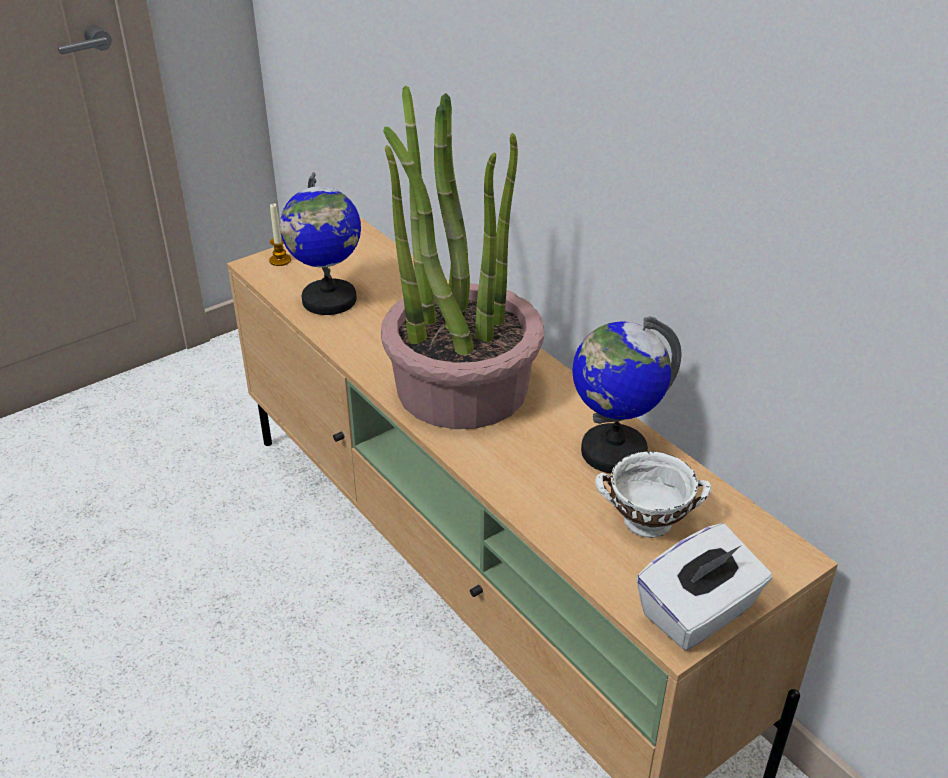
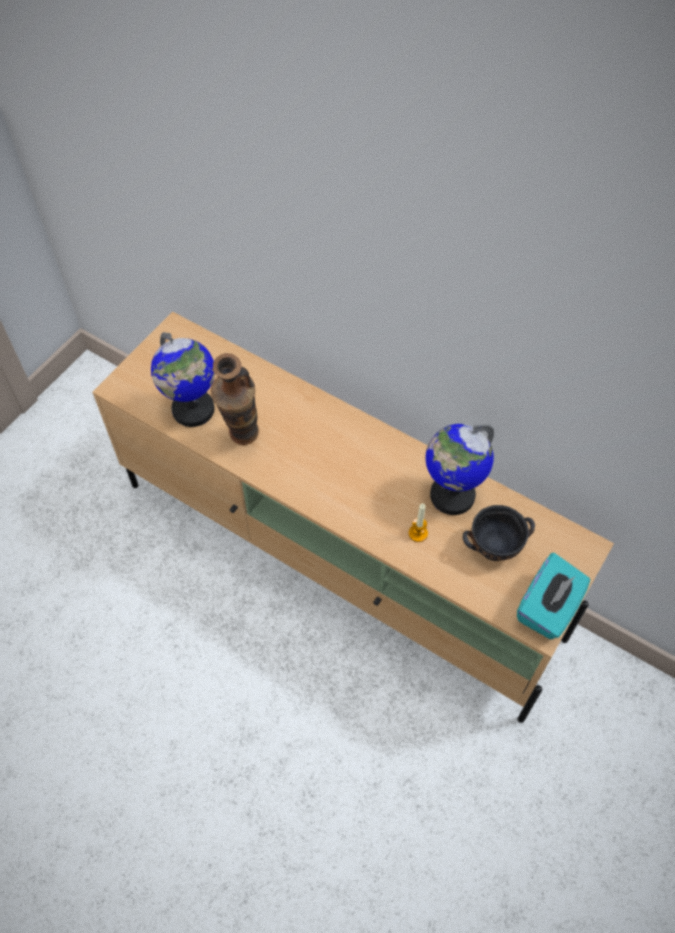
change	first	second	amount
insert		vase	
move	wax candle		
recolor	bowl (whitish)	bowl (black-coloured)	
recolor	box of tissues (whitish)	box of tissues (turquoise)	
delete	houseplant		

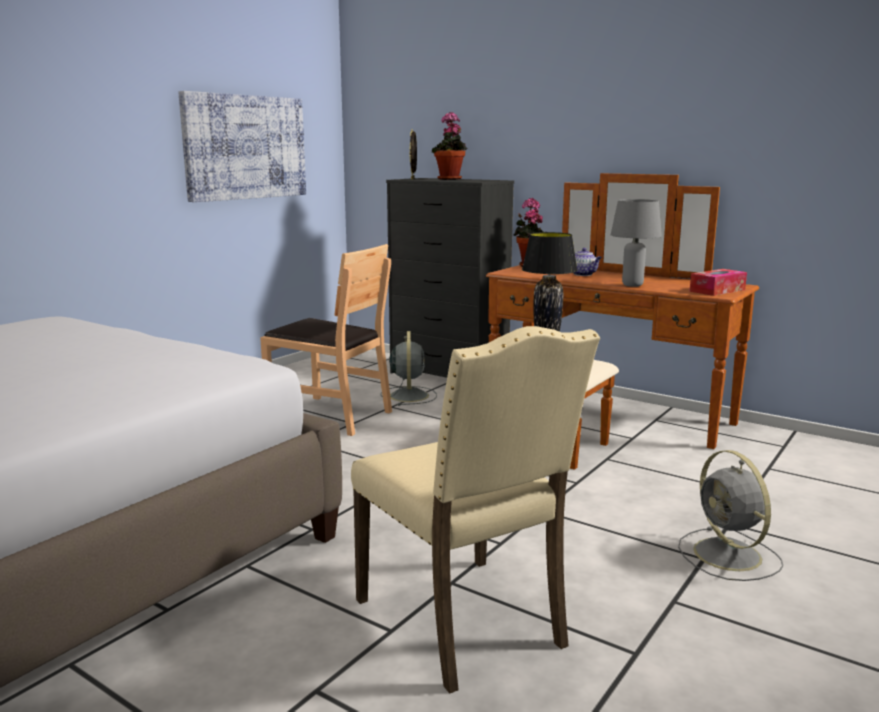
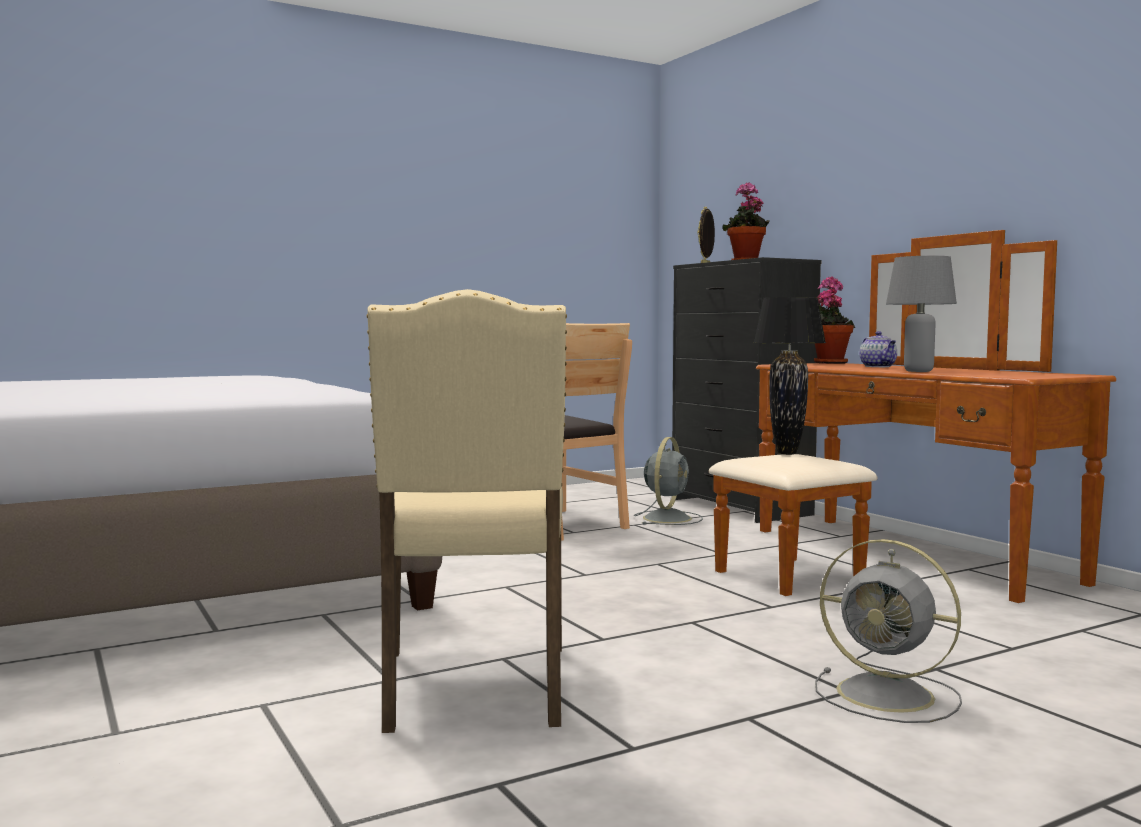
change	first	second	amount
rotate	fan (gray) (2nd from left)		60 degrees counterclockwise
delete	picture		
delete	box of tissues		

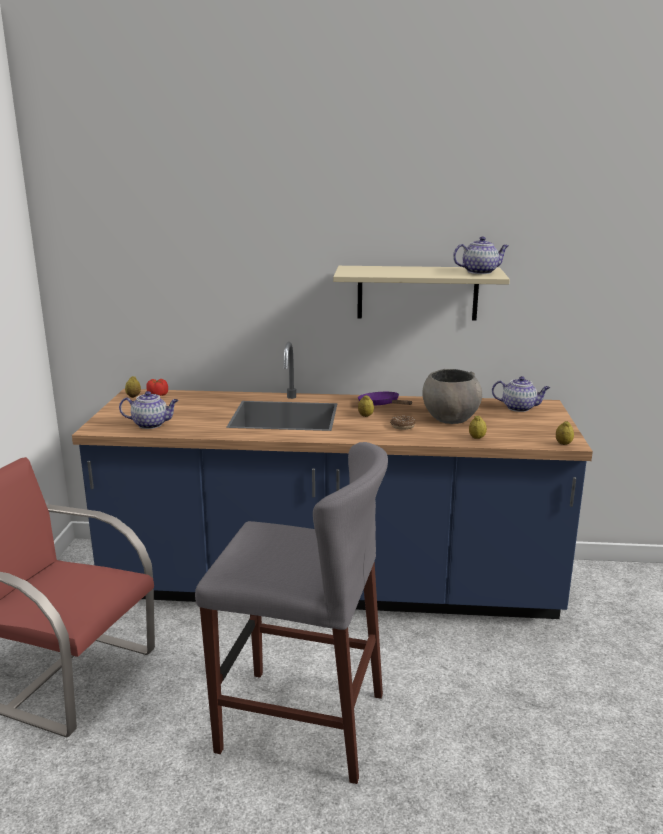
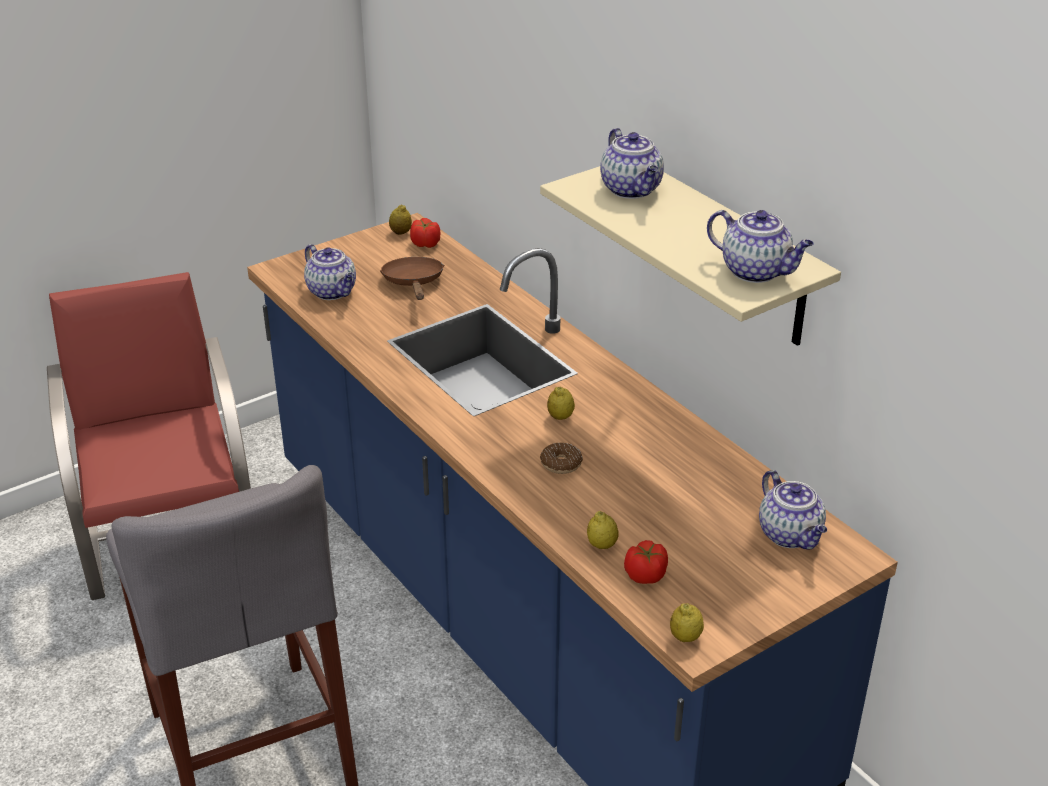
change	first	second	amount
insert		frying pan (brownish)	
insert		pot for tea (2nd from left)	
insert		whole tomato (2nd from left)	
delete	frying pan (purplish)		
delete	bowl (gray)		

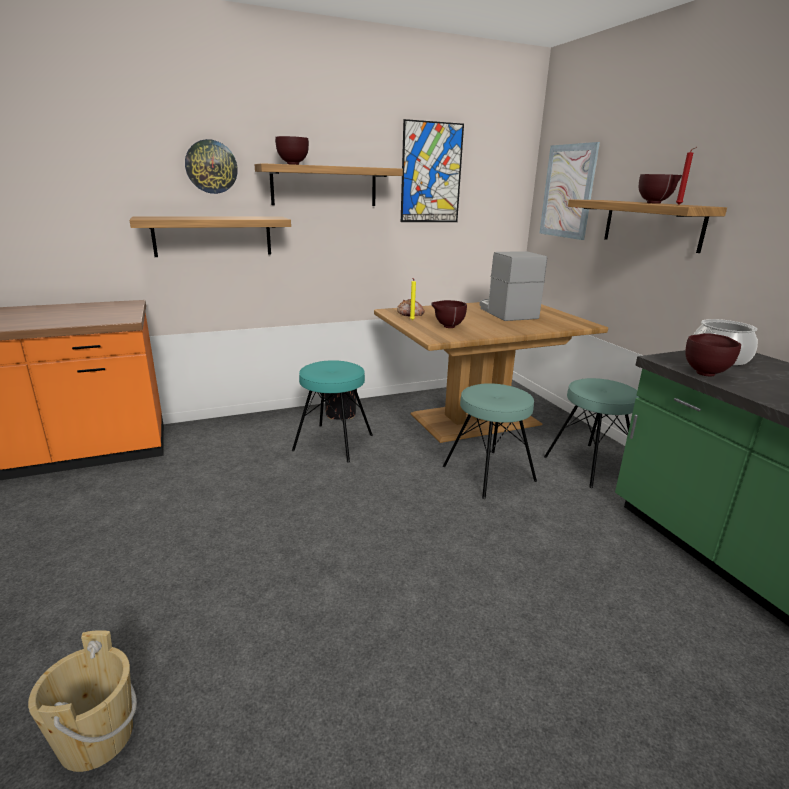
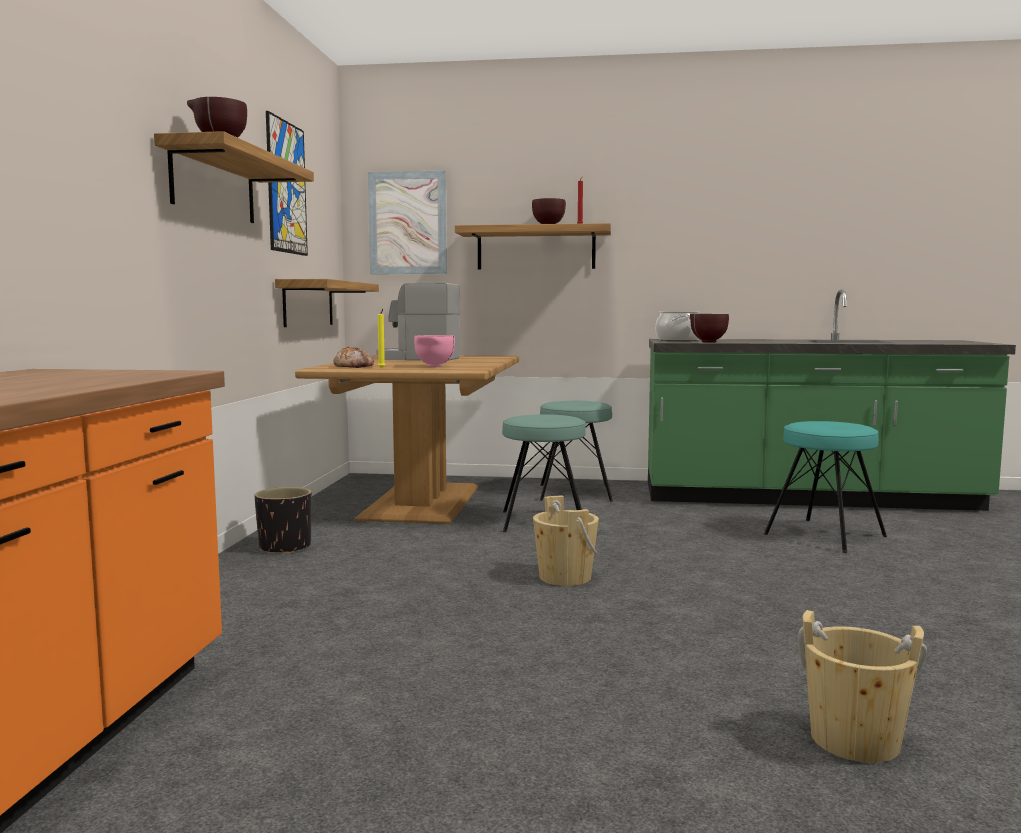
change	first	second	amount
move	wall shelf (1st from left in the first image)	wall shelf (2nd from left)	
recolor	bowl (brownish) (2nd from left)	bowl (pinkish)	
insert		water bucket (beige) (1st from left)	
move	stool seat (turquoise) (1st from left in the first image)	stool seat (turquoise) (3rd from left)	
delete	hanging clock		

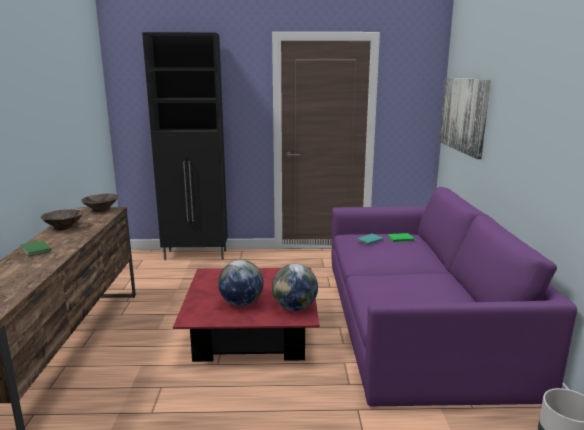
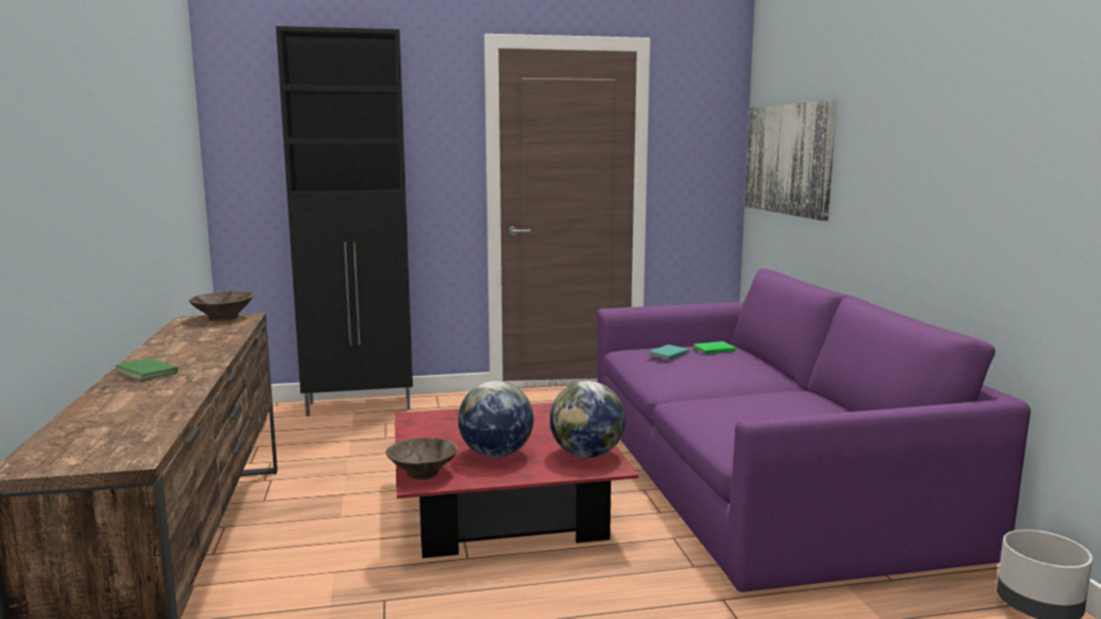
change	first	second	amount
move	bowl (brownish) (1st from left in the first image)	bowl (brownish) (2nd from left)	

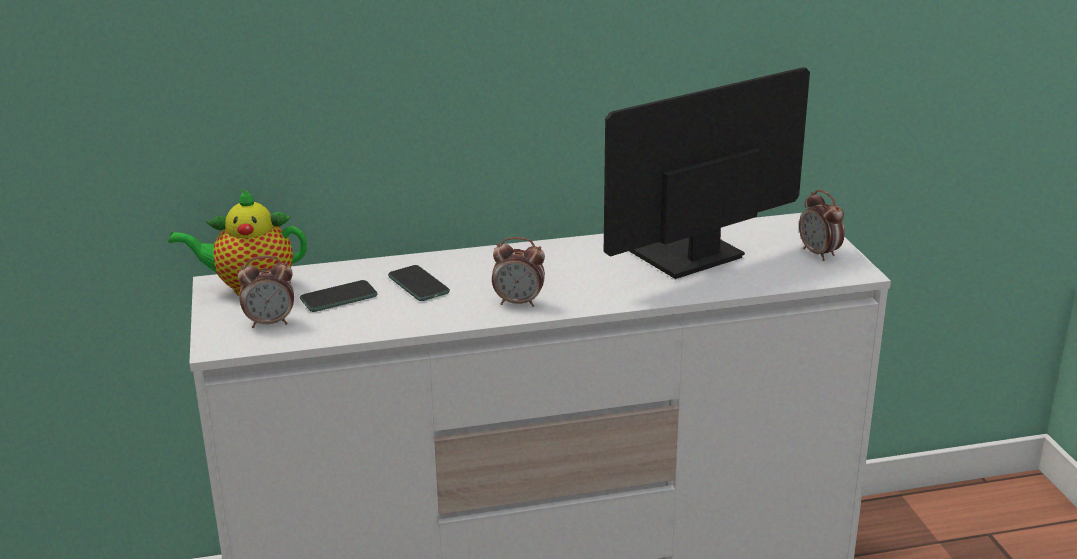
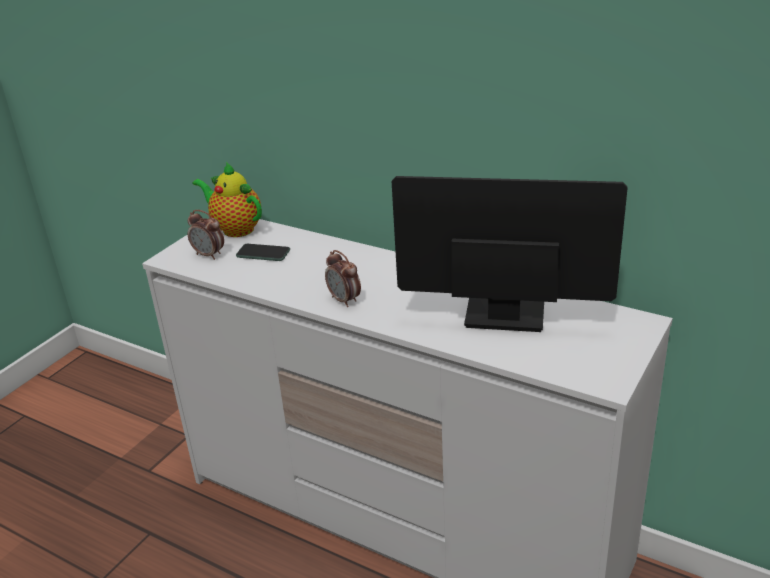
change	first	second	amount
delete	handset (2nd from left)		
delete	alarm clock (3rd from left)		

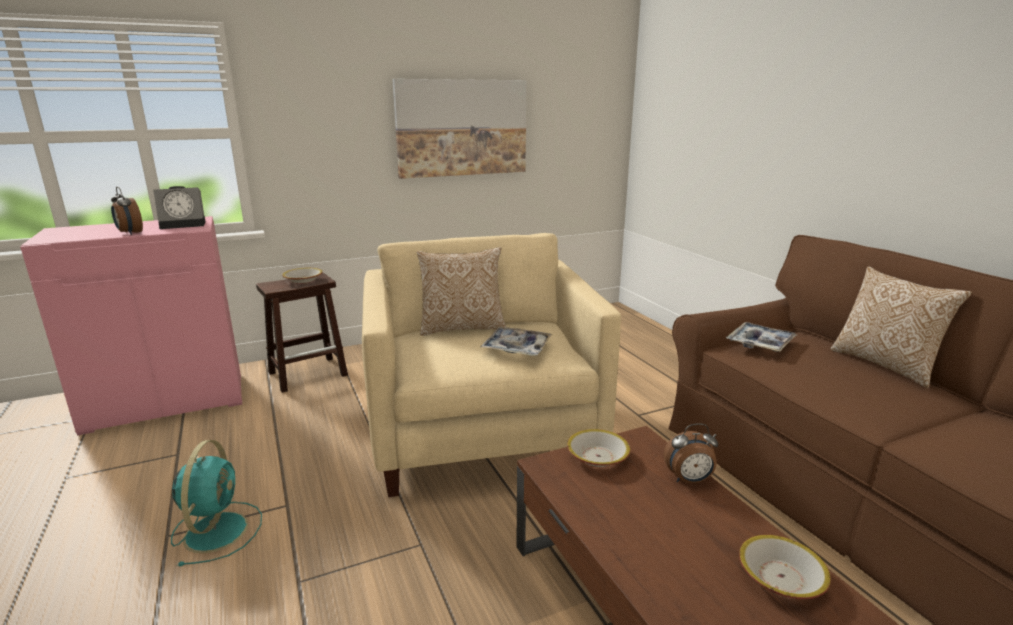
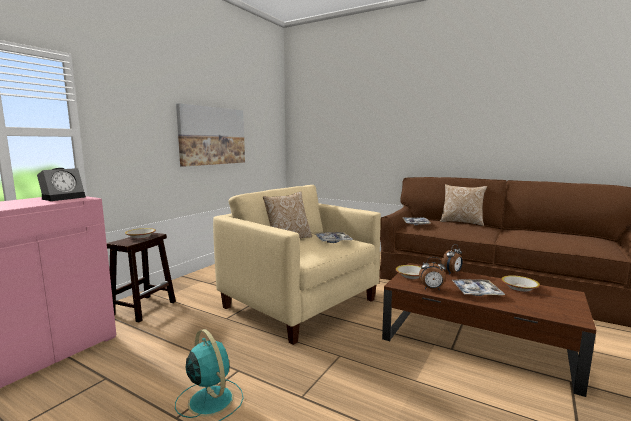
change	first	second	amount
move	alarm clock (1st from left in the first image)	alarm clock (2nd from left)	
insert		tray (3rd from left)	

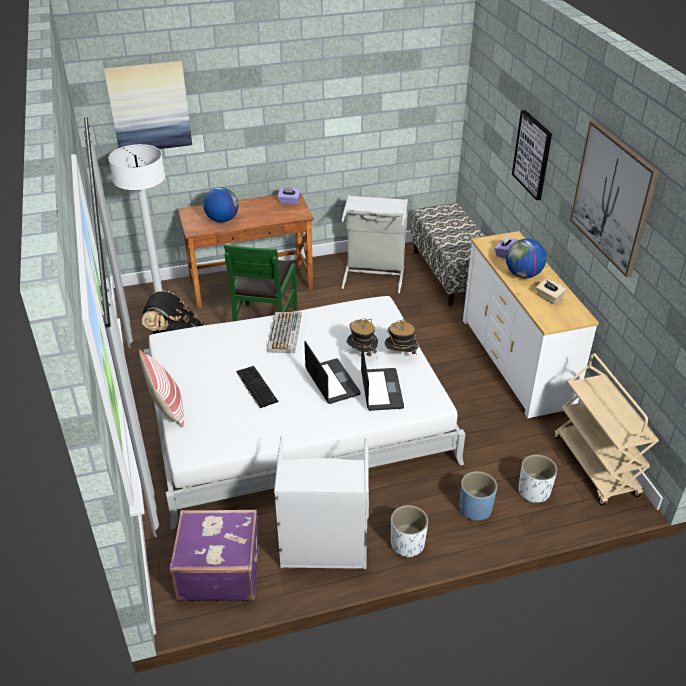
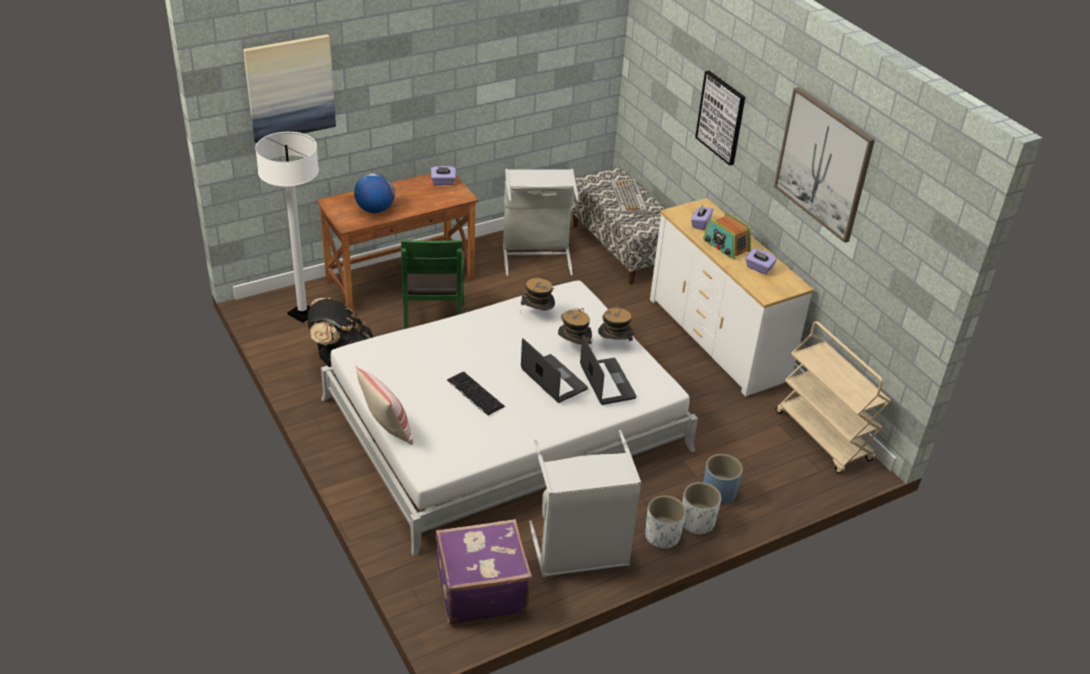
change	first	second	amount
insert		clothing hat (1st from left)	
move	keyboard (2nd from left)		
move	plant pot (whitish) (2nd from left)		
replace	desk globe (2nd from left)	radio receiver	
recolor	box of tissues (beige)	box of tissues (purplish) (3rd from left)	

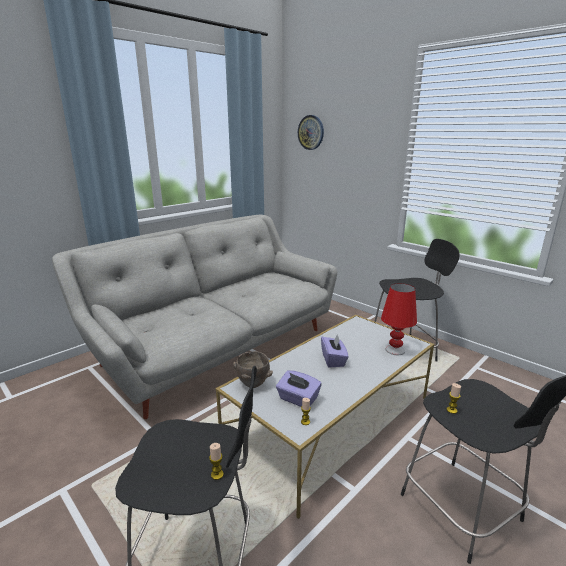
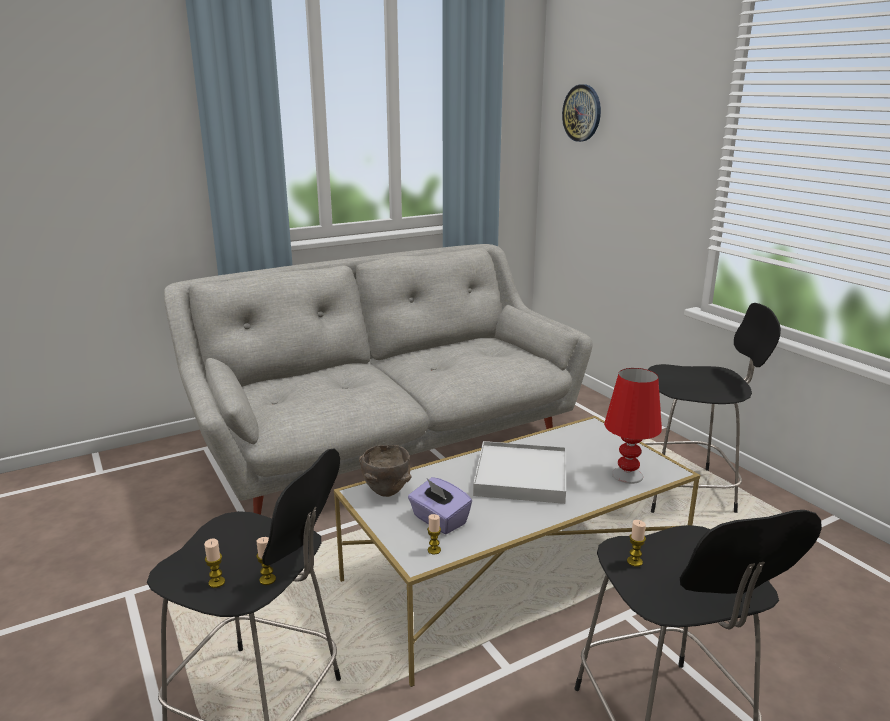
change	first	second	amount
insert		wax candle (1st from left)	
replace	box of tissues (purplish) (2nd from left)	tray (whitish)	

